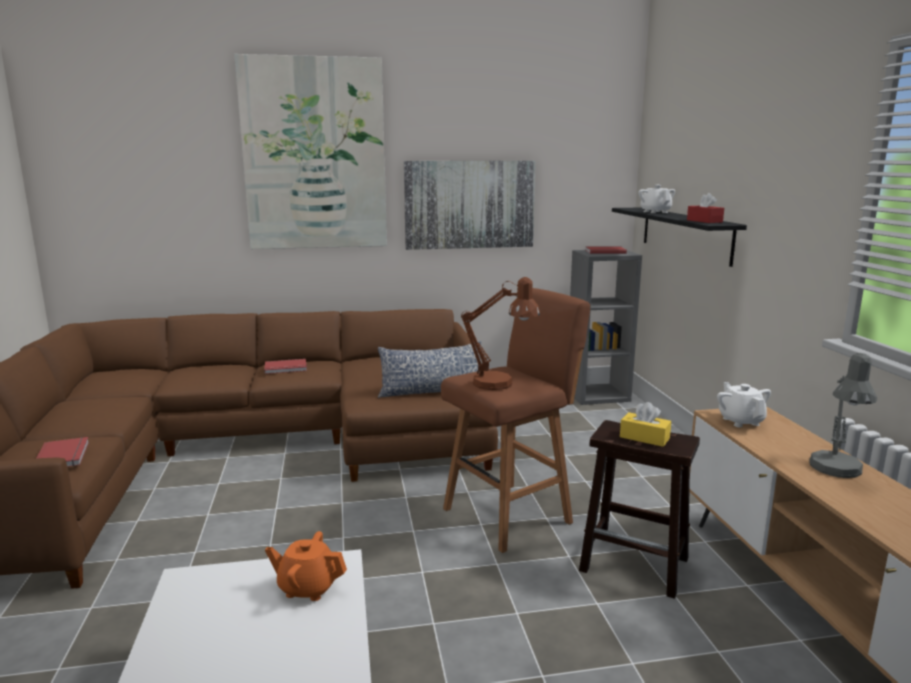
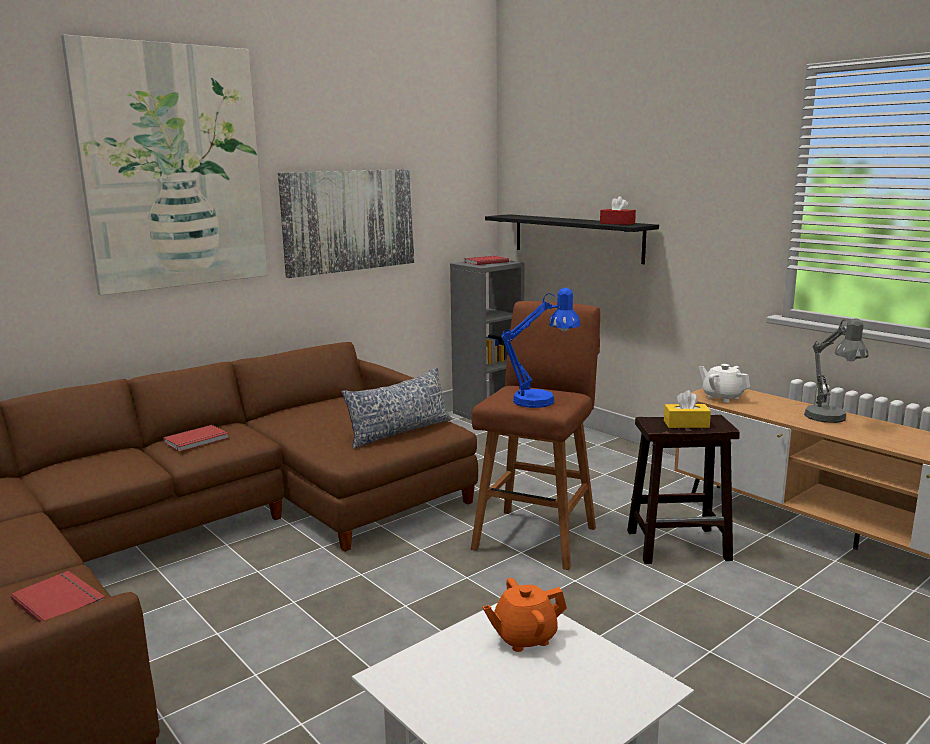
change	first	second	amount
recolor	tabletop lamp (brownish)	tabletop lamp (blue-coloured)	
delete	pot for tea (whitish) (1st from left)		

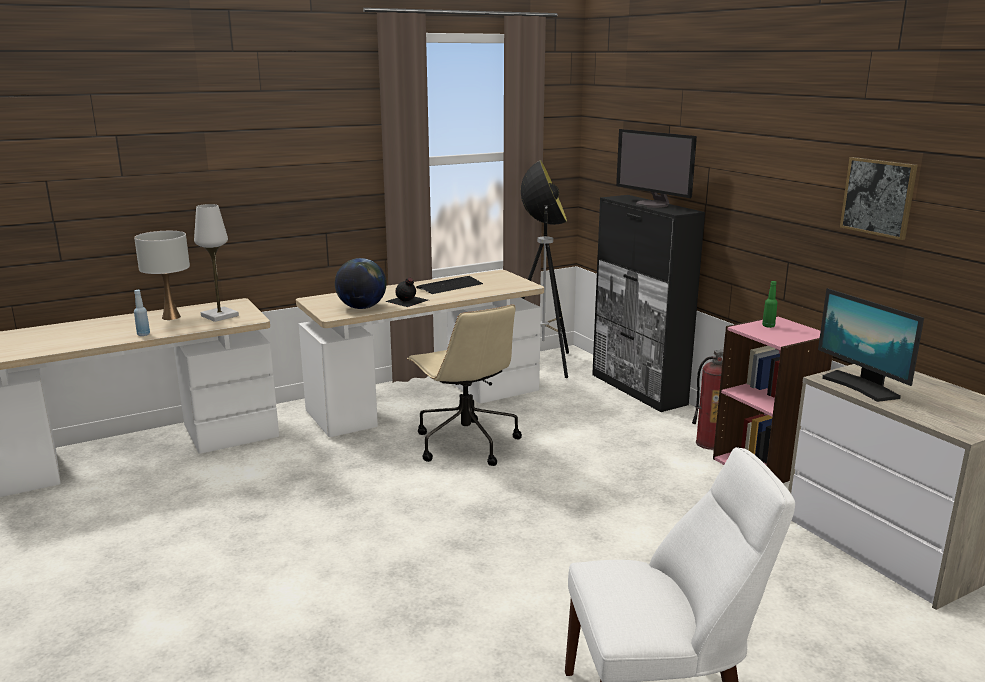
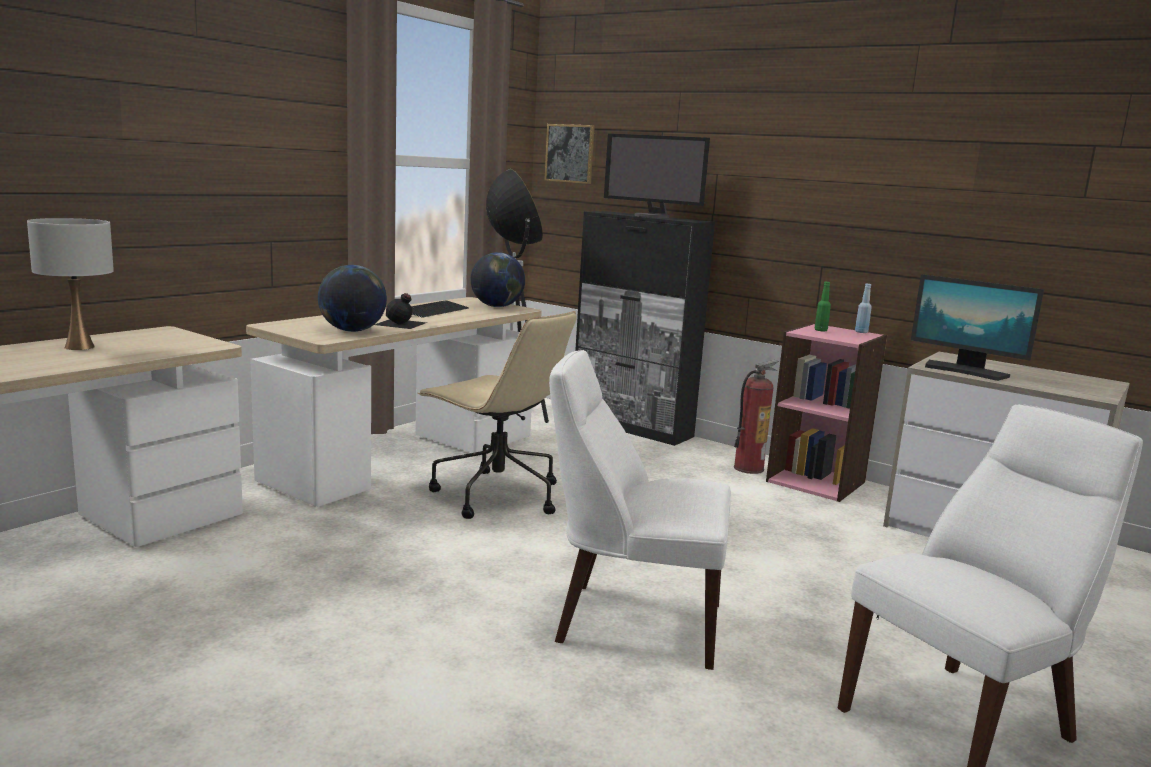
change	first	second	amount
insert		desk globe (2nd from left)	
move	picture		
insert		chair (whitish) (1st from left)	
move	drink bottle (blue-coloured)		
delete	tabletop lamp (whitish) (2nd from left)		

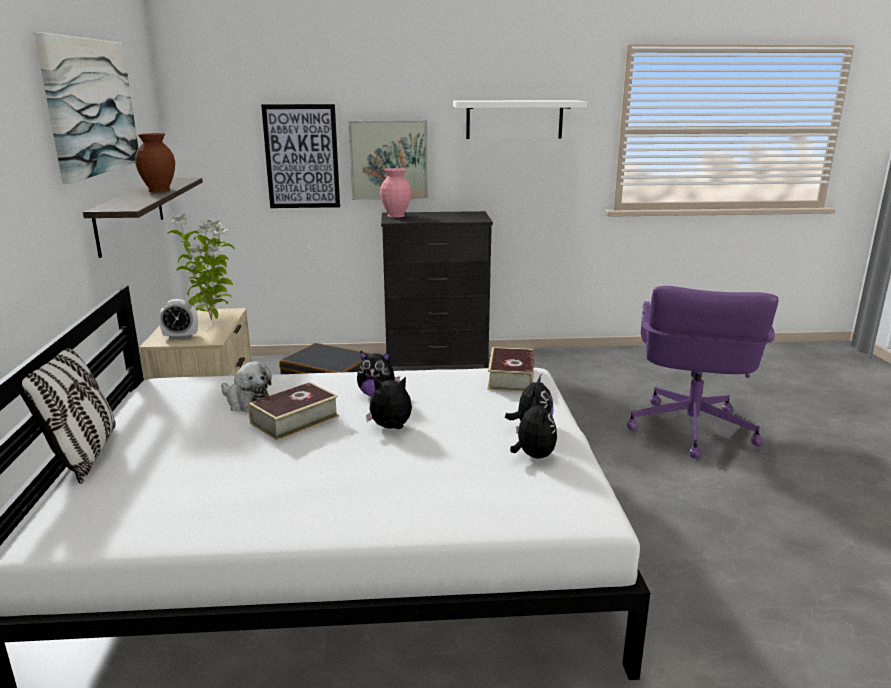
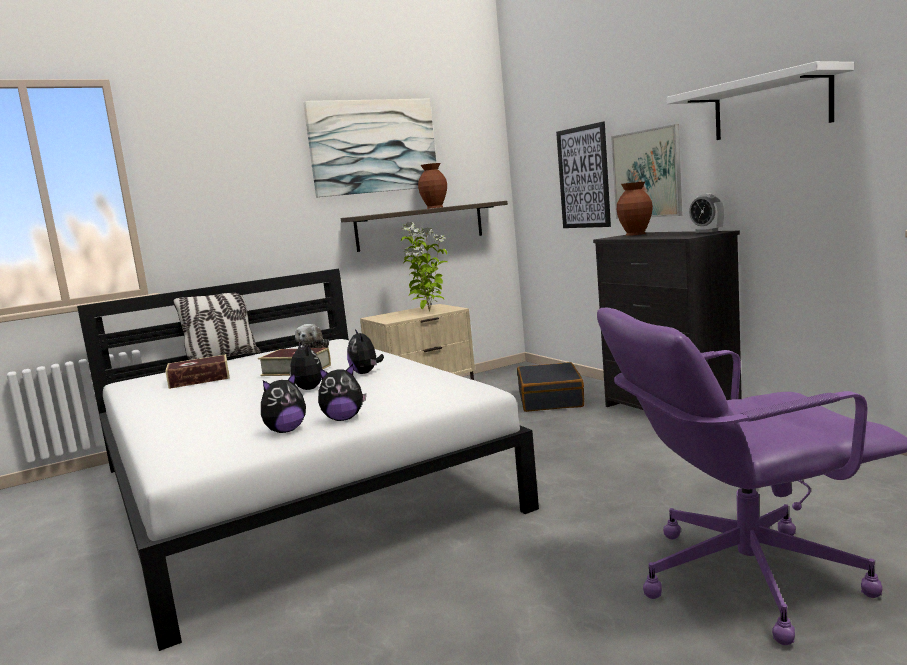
change	first	second	amount
move	bound book (2nd from left in the first image)	bound book (1st from left)	
recolor	vase (pinkish)	vase (brownish) (2nd from left)	
move	alarm clock		

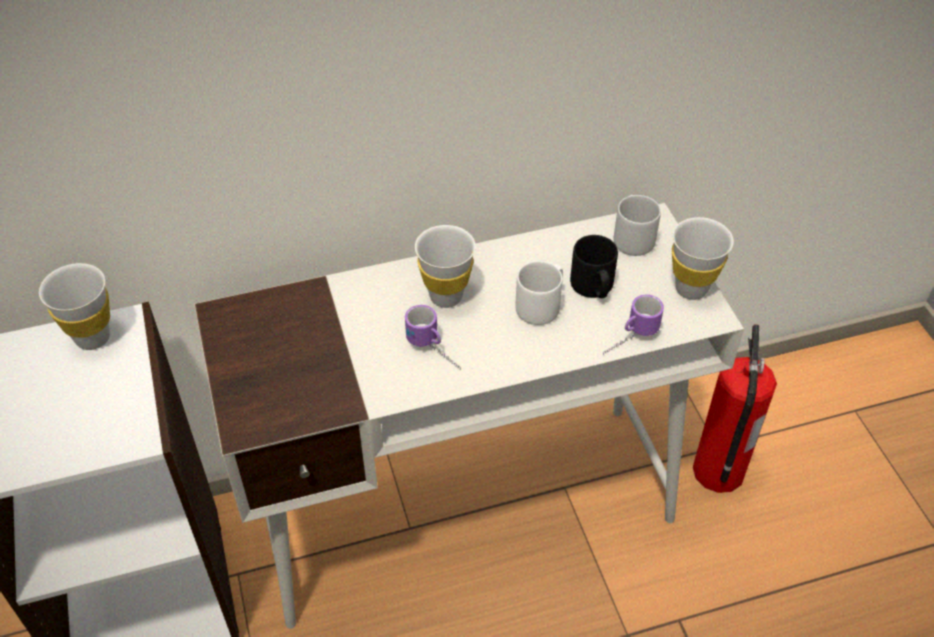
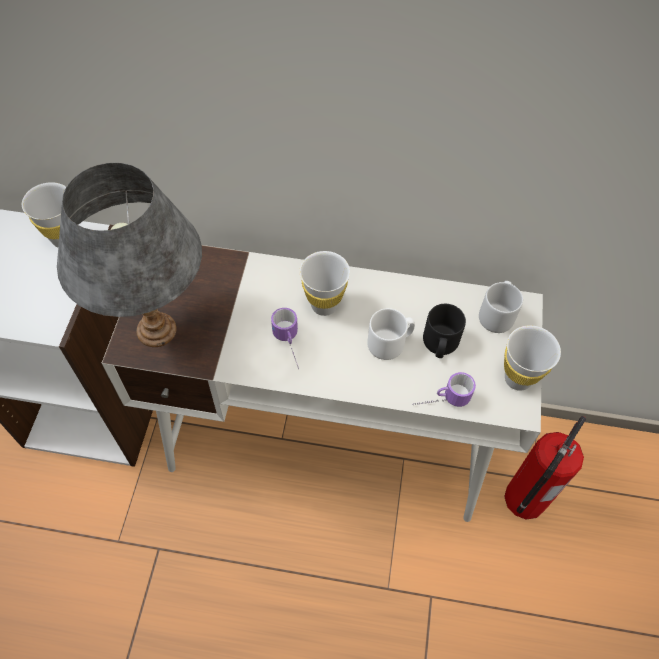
change	first	second	amount
insert		tabletop lamp (gray)	

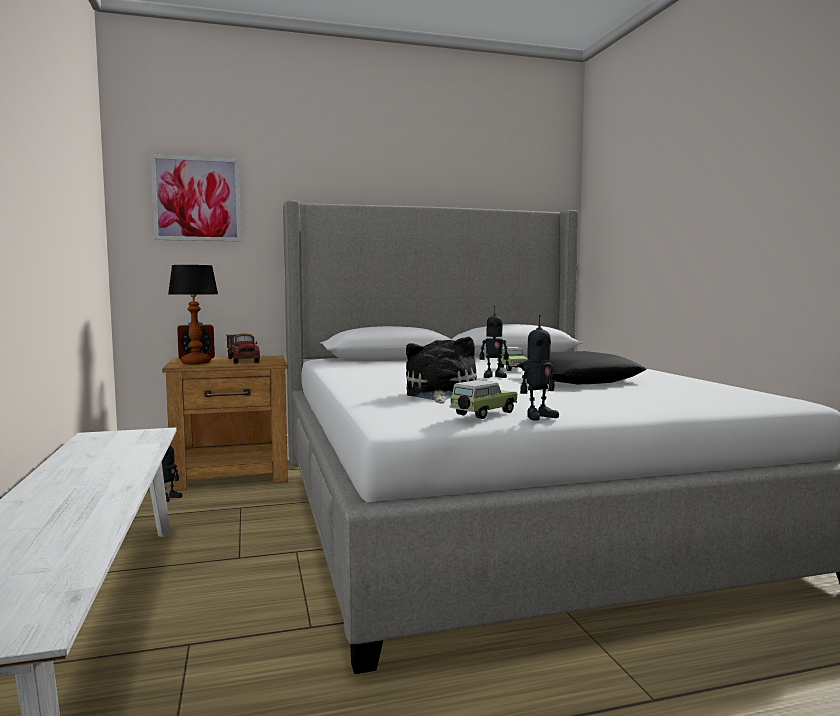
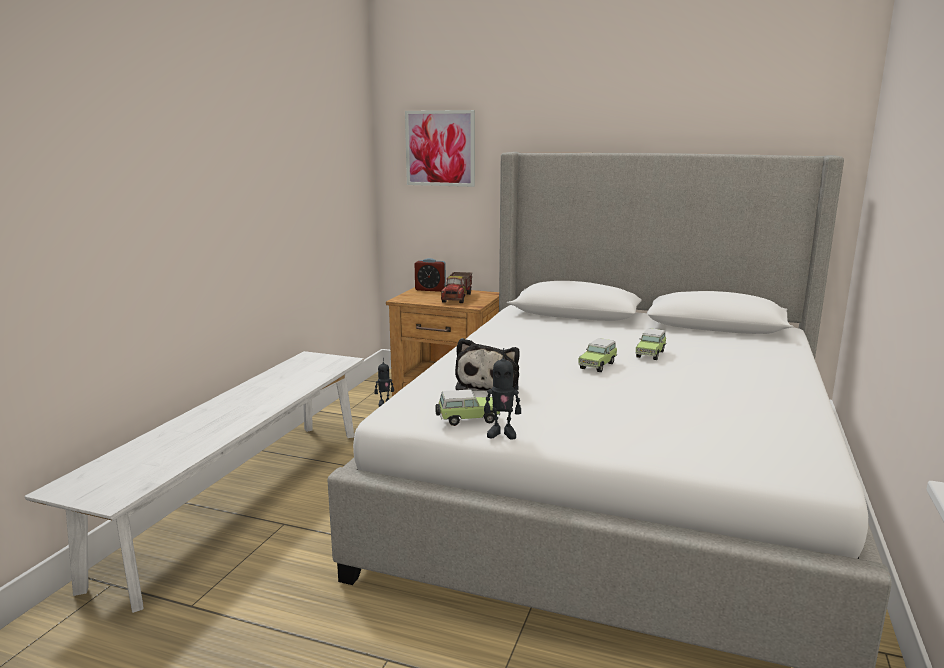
change	first	second	amount
rotate	soft toy		150 degrees clockwise
replace	robot figure (2nd from left)	toy car (2nd from left)	
delete	tabletop lamp		
delete	cushion (black-coloured)		

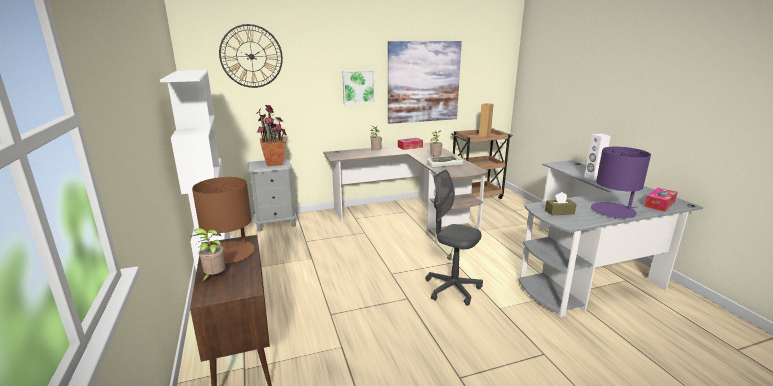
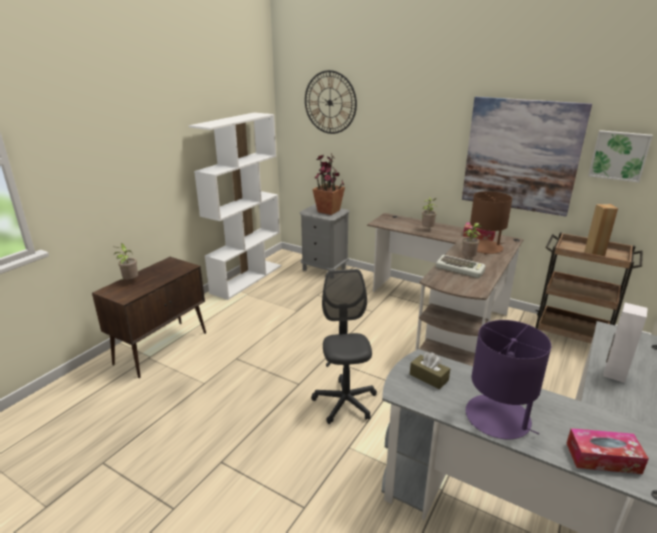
change	first	second	amount
move	tabletop lamp (brownish)		
move	picture (1st from left in the first image)	picture (2nd from left)	

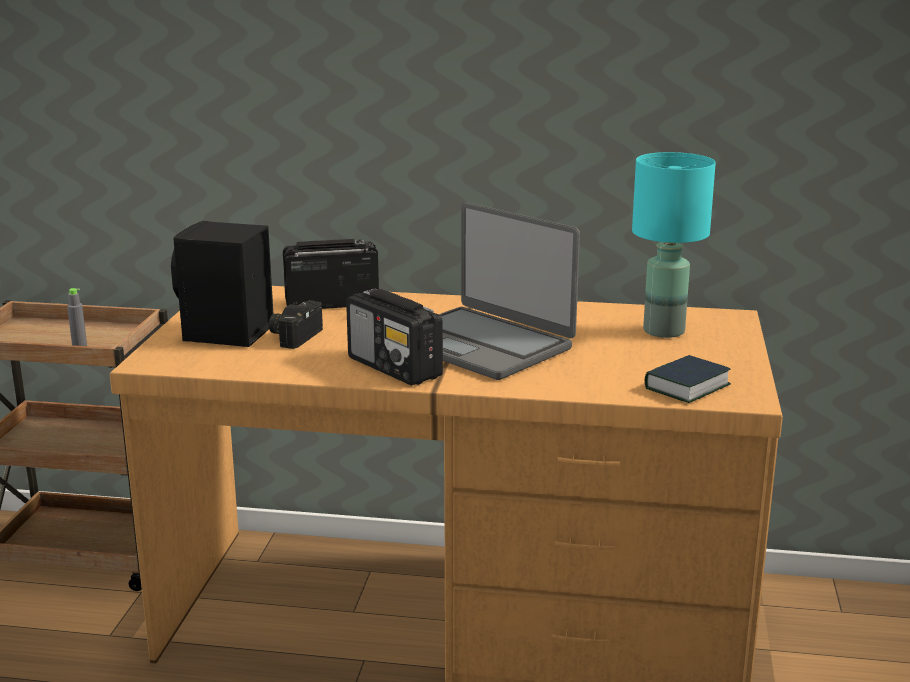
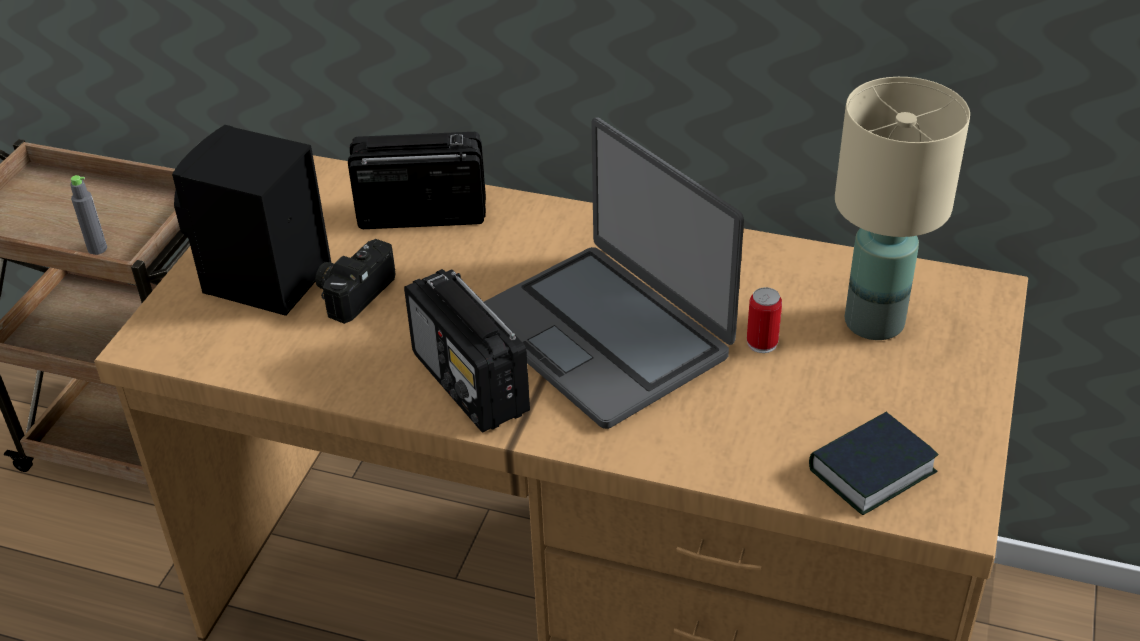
change	first	second	amount
insert		metal can	
recolor	tabletop lamp (turquoise)	tabletop lamp (beige)	

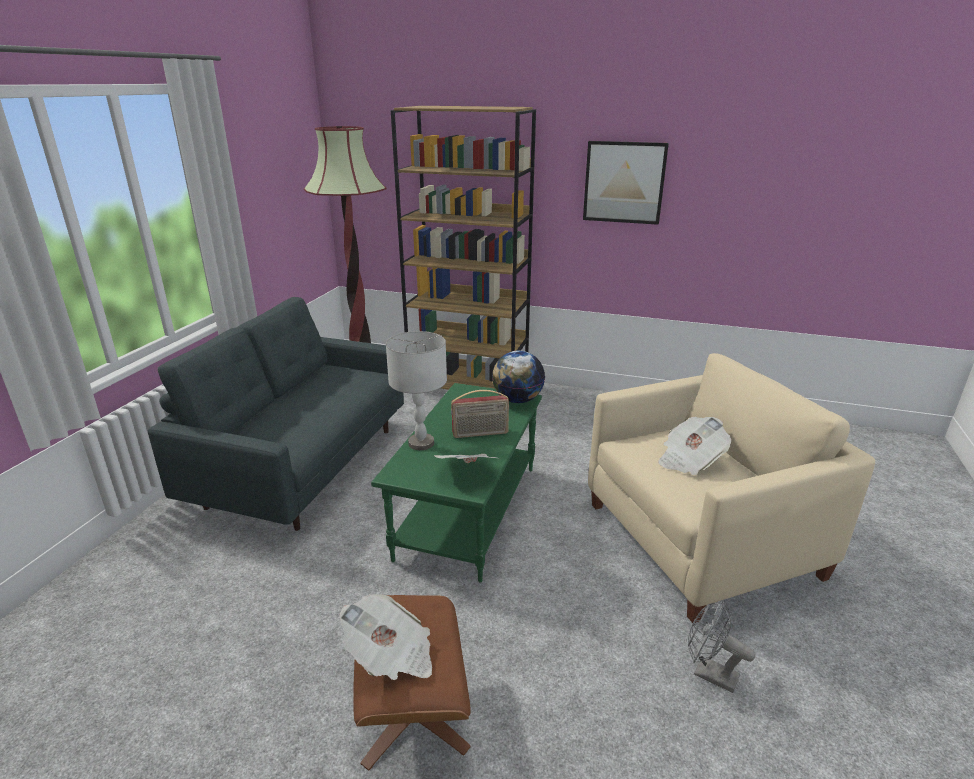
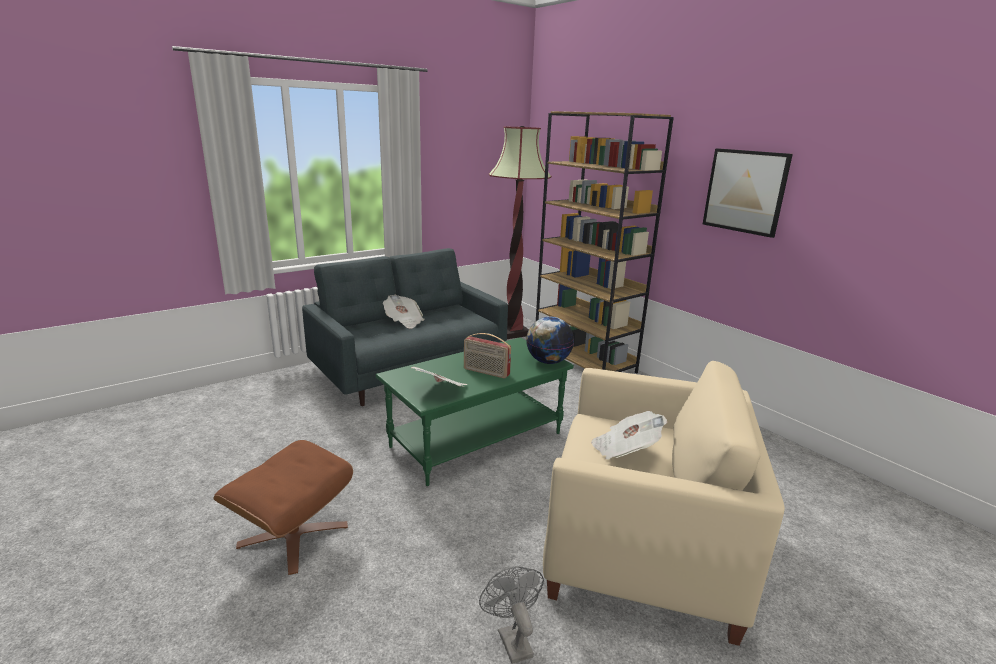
change	first	second	amount
move	printed paper (1st from left)		
delete	tabletop lamp (gray)		

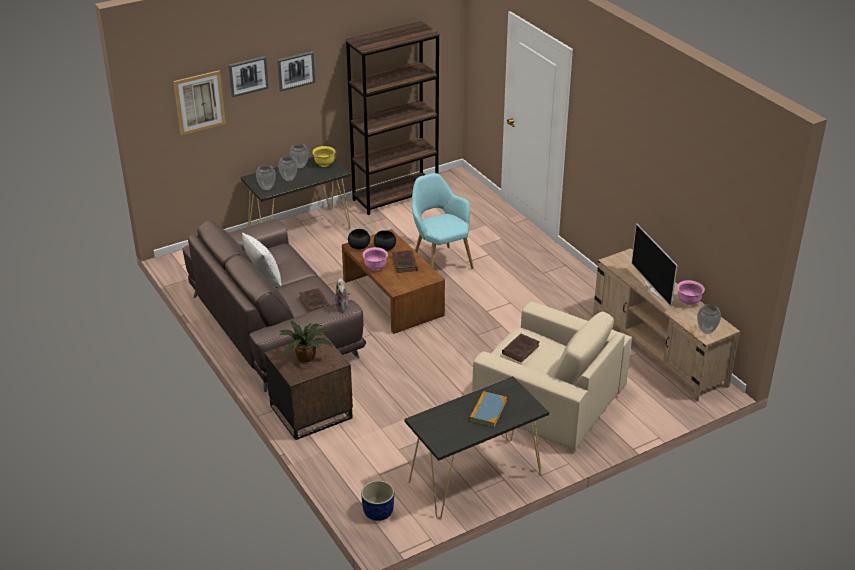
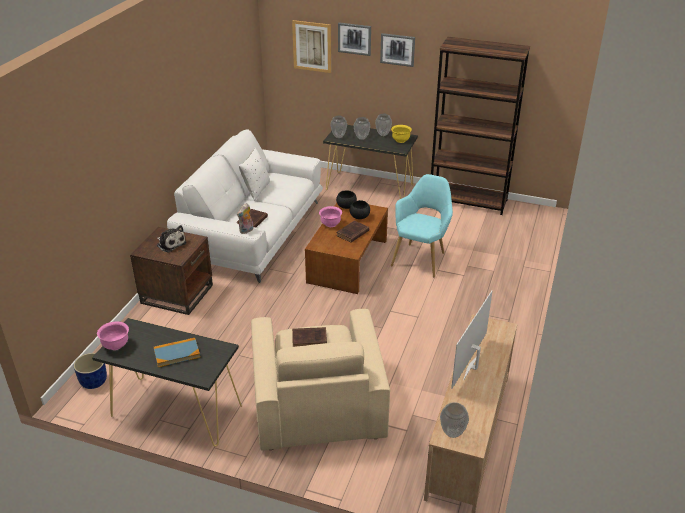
change	first	second	amount
move	bowl (pinkish) (2nd from left in the first image)	bowl (pinkish) (1st from left)	
replace	houseplant	soft toy (1st from left)	
recolor	sofa (brownish)	sofa (whitish)	

